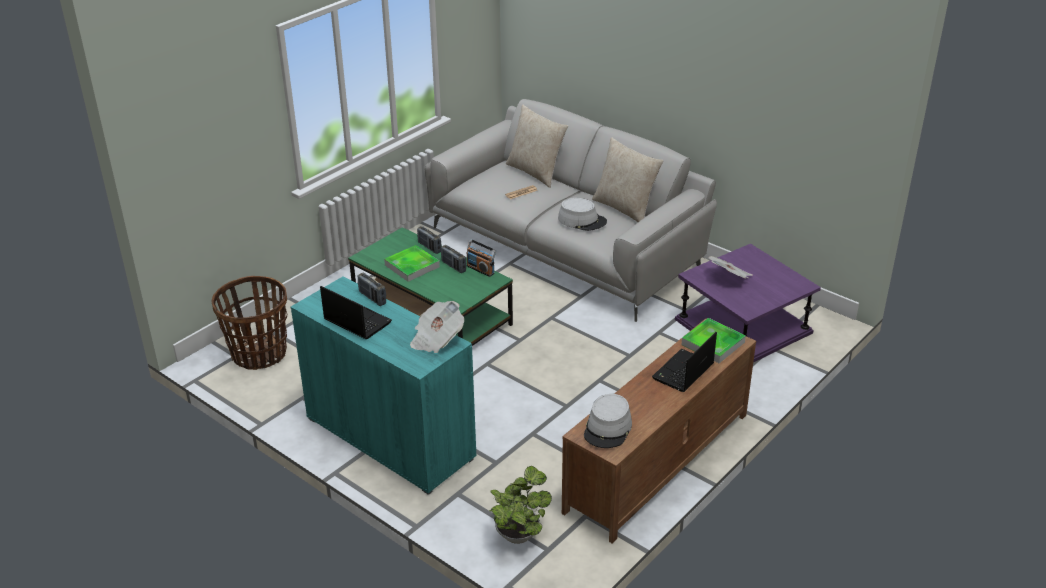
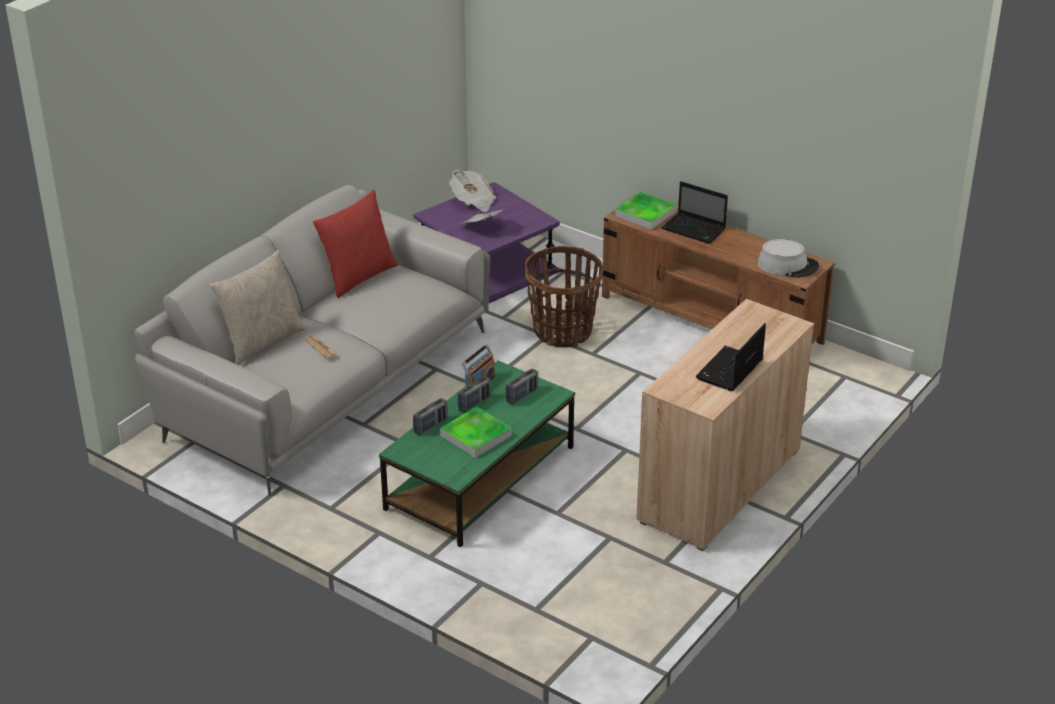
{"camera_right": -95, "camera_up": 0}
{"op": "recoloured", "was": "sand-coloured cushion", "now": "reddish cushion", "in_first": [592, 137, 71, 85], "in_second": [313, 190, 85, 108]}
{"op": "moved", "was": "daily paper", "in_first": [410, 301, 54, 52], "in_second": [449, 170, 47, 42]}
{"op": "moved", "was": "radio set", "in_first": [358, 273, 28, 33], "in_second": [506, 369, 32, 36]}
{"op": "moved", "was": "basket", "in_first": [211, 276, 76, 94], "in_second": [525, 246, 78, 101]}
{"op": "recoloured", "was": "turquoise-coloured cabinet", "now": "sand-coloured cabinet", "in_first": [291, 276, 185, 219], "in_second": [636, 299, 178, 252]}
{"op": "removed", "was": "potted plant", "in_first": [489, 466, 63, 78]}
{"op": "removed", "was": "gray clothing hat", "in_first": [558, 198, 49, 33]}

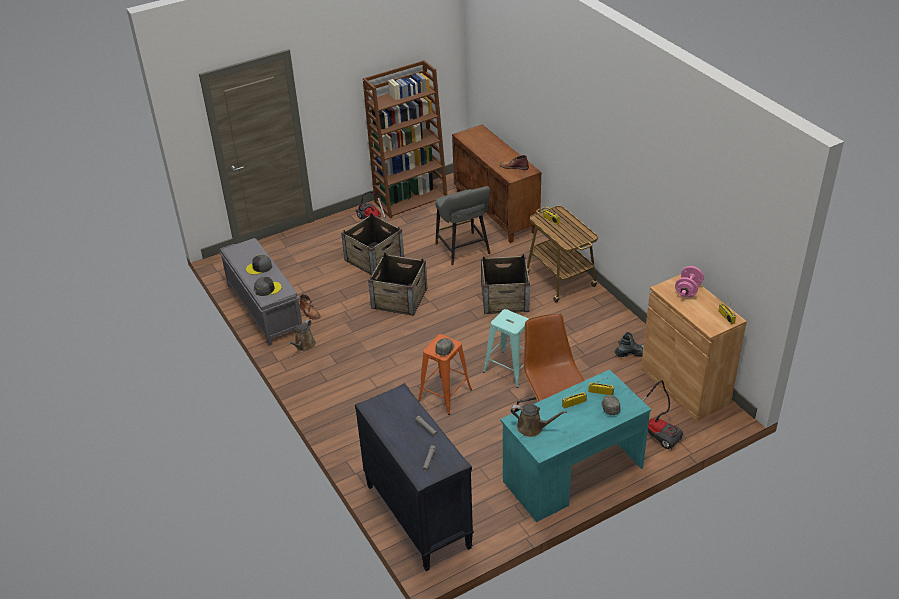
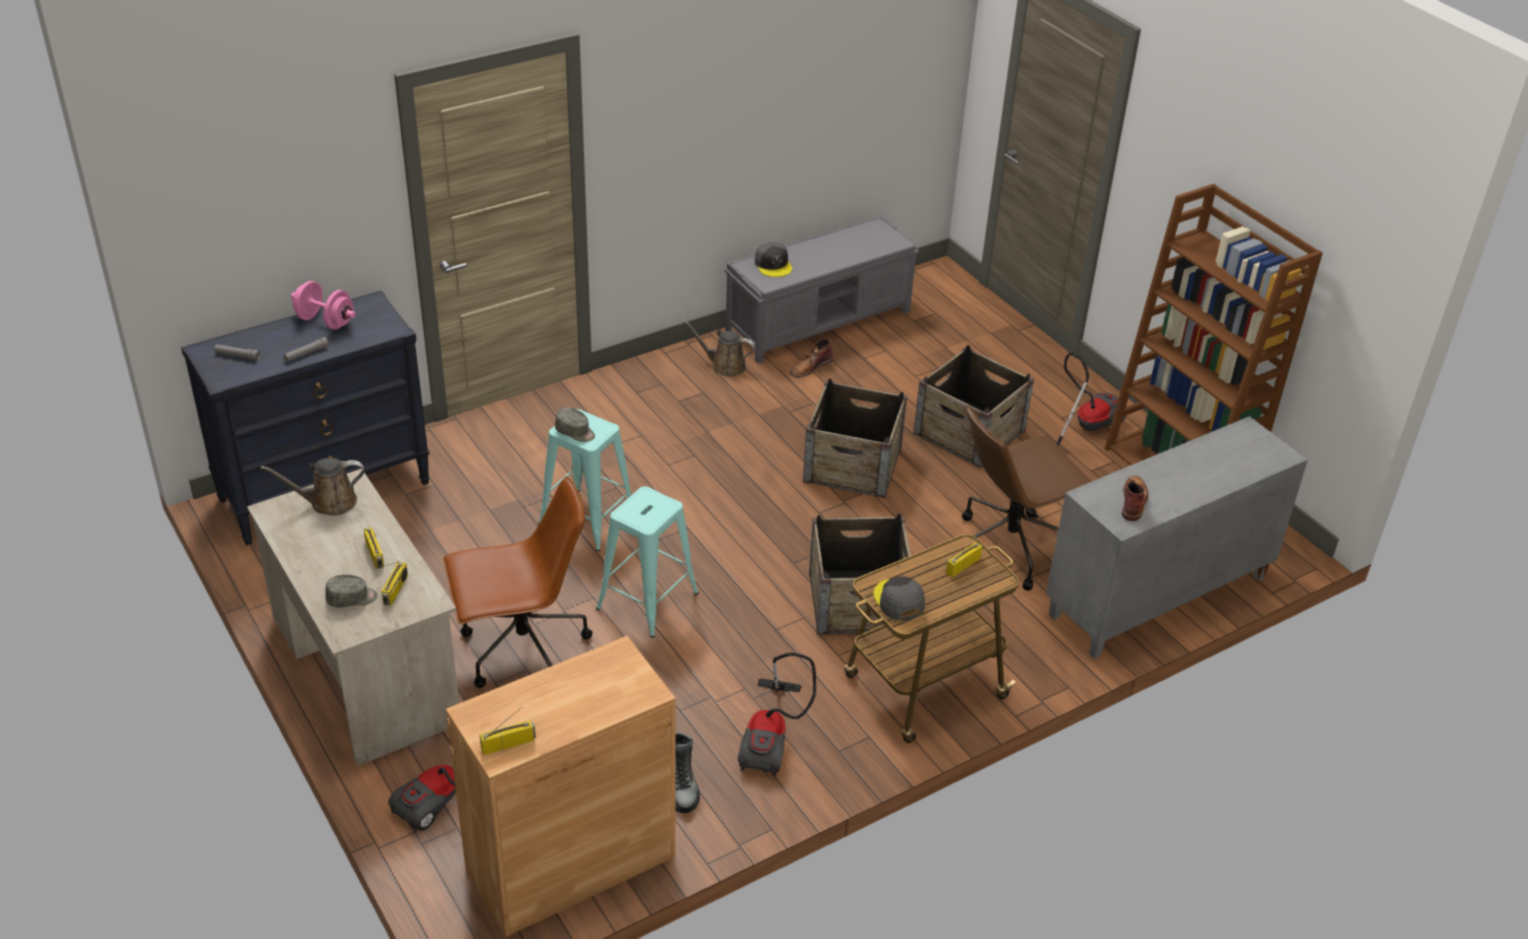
{"camera_right": 85, "camera_up": 0}
{"op": "recoloured", "was": "turquoise-coloured desk unit", "now": "sand-coloured desk unit", "in_first": [500, 369, 151, 153], "in_second": [247, 469, 212, 297]}
{"op": "turned", "was": "brown sprinkling can", "in_first": [510, 404, 57, 33], "in_second": [261, 458, 103, 58], "clockwise": 60}
{"op": "moved", "was": "pink-coloured free weight", "in_first": [675, 266, 29, 31], "in_second": [291, 281, 64, 49]}
{"op": "recoloured", "was": "orangey sitting stool", "now": "turquoise-coloured sitting stool", "in_first": [418, 334, 54, 81], "in_second": [538, 409, 93, 142]}
{"op": "added", "now": "vacuum", "in_second": [738, 652, 79, 123]}
{"op": "moved", "was": "gray peaked cap", "in_first": [246, 255, 26, 20], "in_second": [873, 576, 52, 45]}
{"op": "replaced", "was": "gray sitting stool", "now": "brown desk chair", "in_first": [435, 186, 56, 80], "in_second": [962, 406, 130, 185]}
{"op": "recoloured", "was": "brown cabinet", "now": "gray cabinet", "in_first": [452, 125, 89, 118], "in_second": [1046, 416, 262, 243]}

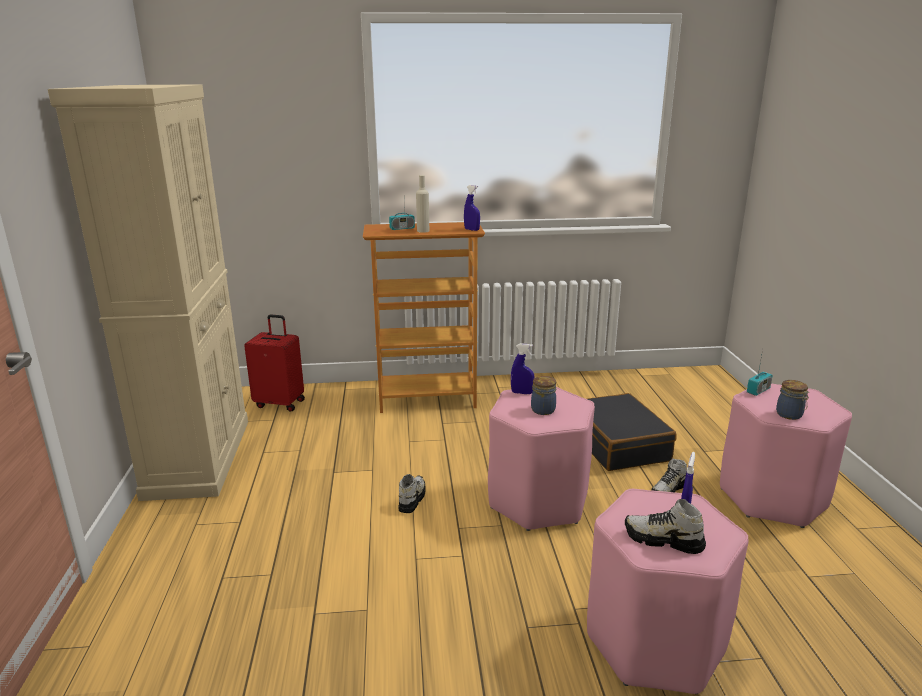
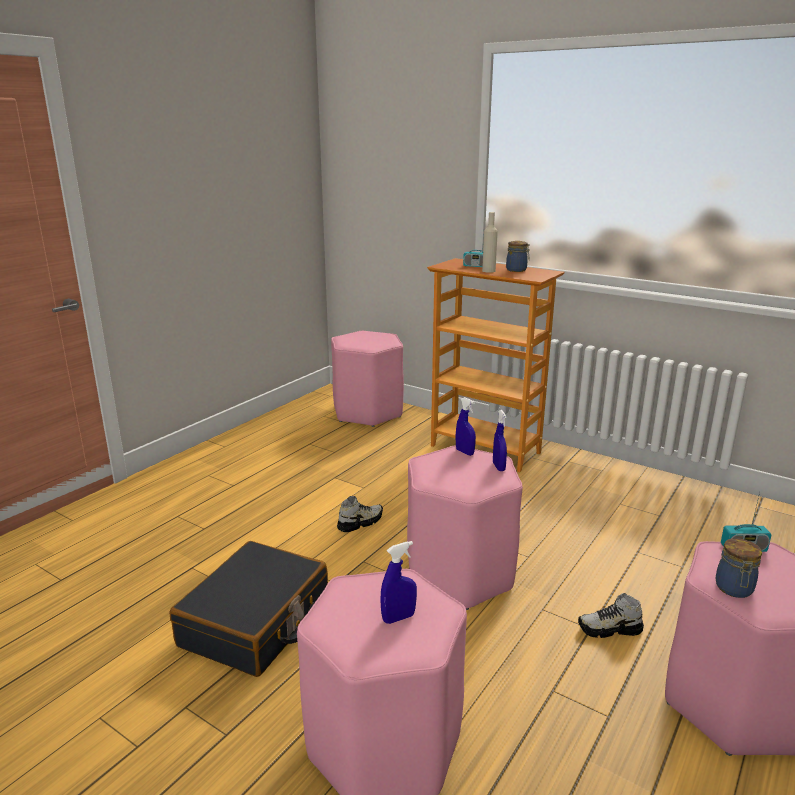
{"camera_right": 40, "camera_up": 0}
{"op": "moved", "was": "black suitcase", "in_first": [588, 393, 88, 78], "in_second": [170, 541, 158, 136]}
{"op": "replaced", "was": "reddish suitcase", "now": "pink-coloured sitting stool", "in_first": [244, 314, 61, 98], "in_second": [331, 331, 73, 96]}
{"op": "moved", "was": "blue-coloured sprayer", "in_first": [464, 185, 16, 46], "in_second": [493, 410, 14, 61]}
{"op": "moved", "was": "storage jar", "in_first": [531, 376, 25, 39], "in_second": [506, 241, 24, 31]}
{"op": "removed", "was": "sand-coloured cabinet", "in_first": [48, 84, 200, 417]}
{"op": "removed", "was": "item of footwear", "in_first": [625, 499, 81, 55]}

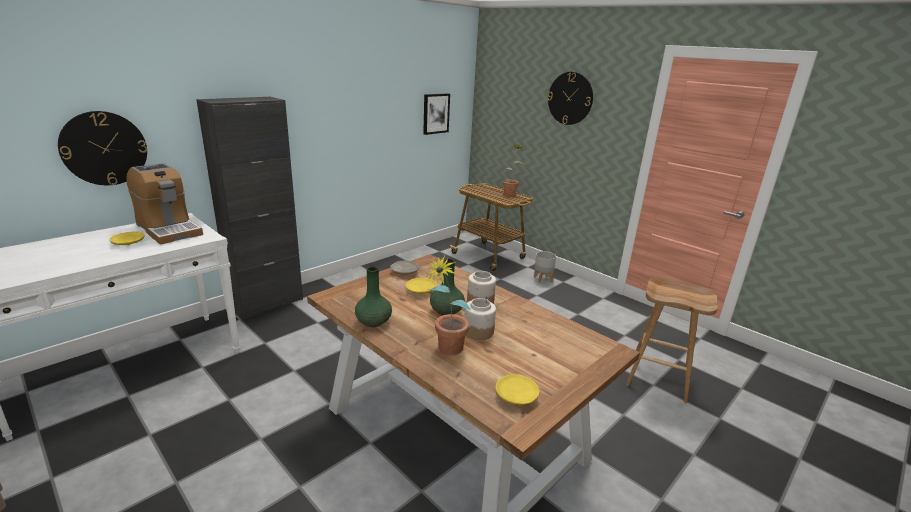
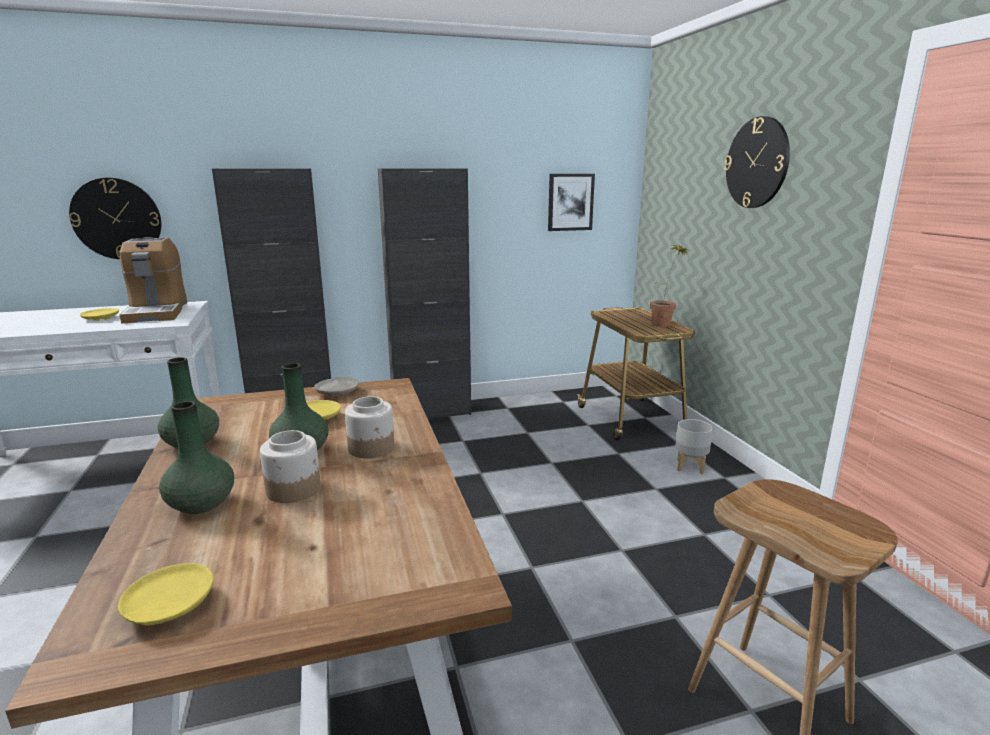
{"camera_right": 30, "camera_up": -5}
{"op": "replaced", "was": "potted plant", "now": "green-coloured decorative vase", "in_first": [427, 255, 44, 100], "in_second": [159, 401, 75, 113]}
{"op": "added", "now": "black cabinet", "in_second": [378, 169, 93, 250]}

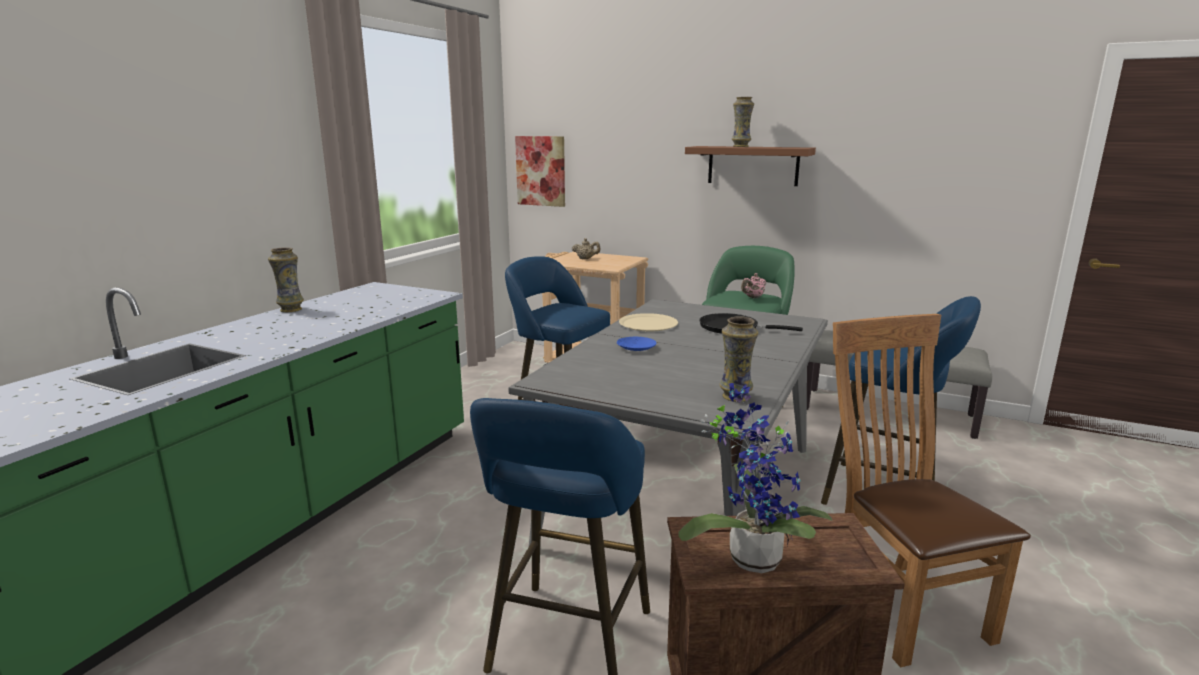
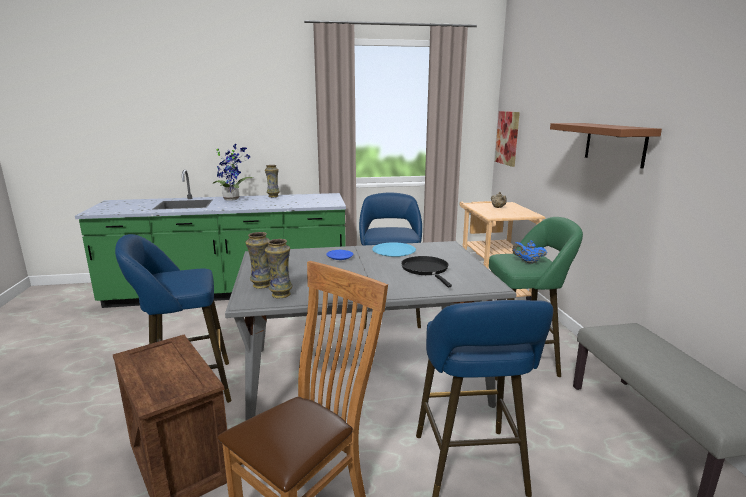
{"camera_right": 55, "camera_up": 0}
{"op": "moved", "was": "potted plant", "in_first": [678, 383, 154, 190], "in_second": [213, 144, 40, 57]}
{"op": "moved", "was": "decorative vase", "in_first": [732, 97, 22, 50], "in_second": [246, 232, 25, 57]}
{"op": "recoloured", "was": "sand-coloured plate", "now": "blue-coloured plate", "in_first": [619, 313, 59, 18], "in_second": [372, 242, 44, 15]}
{"op": "recoloured", "was": "pink-coloured pot for tea", "now": "blue-coloured pot for tea", "in_first": [741, 273, 25, 25], "in_second": [512, 240, 35, 24]}

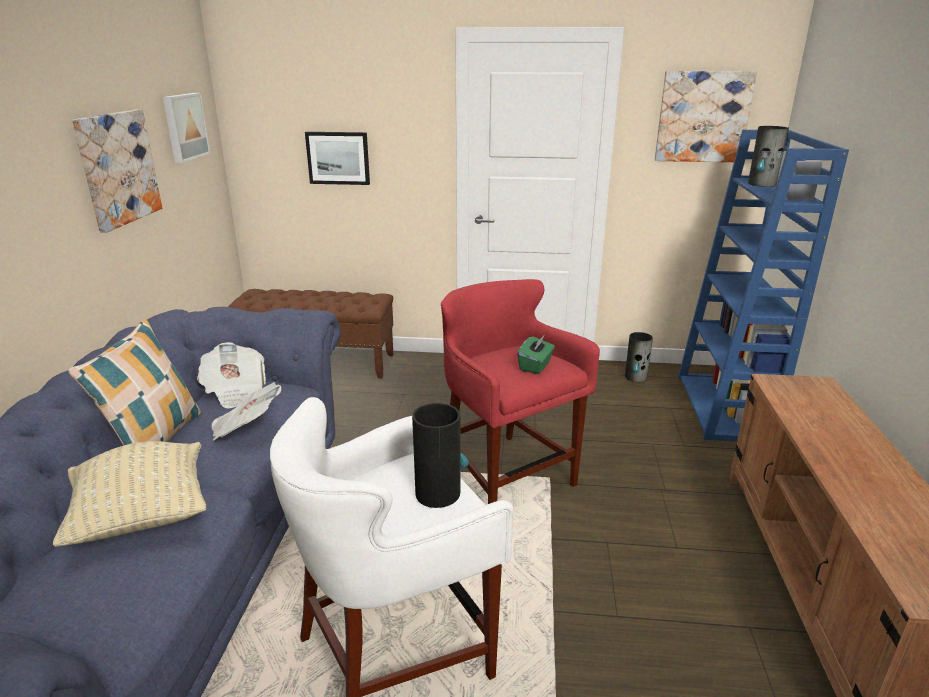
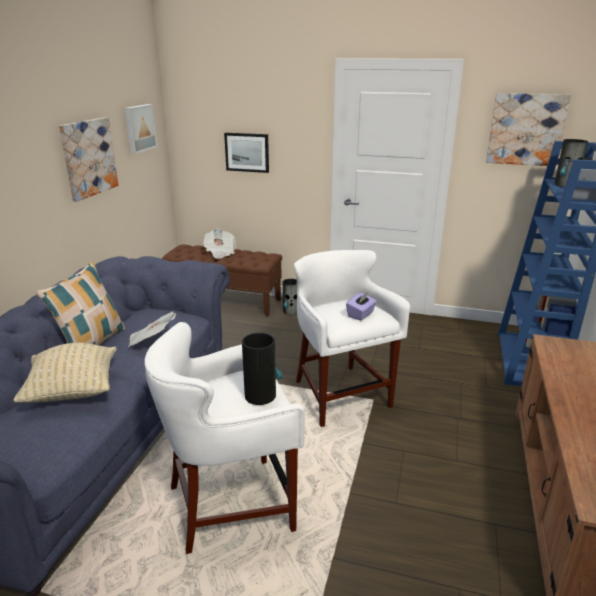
{"camera_right": 10, "camera_up": 0}
{"op": "moved", "was": "daily paper", "in_first": [197, 342, 69, 67], "in_second": [203, 229, 32, 30]}
{"op": "moved", "was": "decorative vase", "in_first": [625, 332, 28, 50], "in_second": [283, 279, 14, 36]}
{"op": "recoloured", "was": "reddish sitting stool", "now": "white sitting stool", "in_first": [441, 279, 159, 225], "in_second": [294, 250, 116, 177]}
{"op": "recoloured", "was": "green-coloured tissue holder", "now": "purple tissue holder", "in_first": [517, 335, 38, 39], "in_second": [346, 292, 31, 28]}

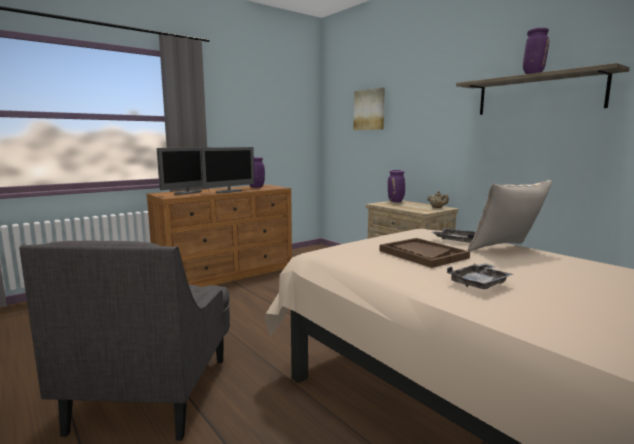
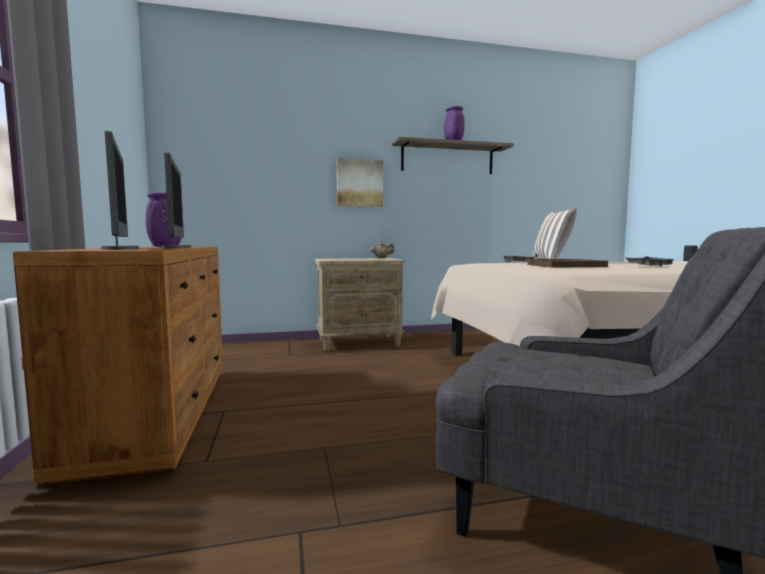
{"camera_right": -65, "camera_up": -5}
{"op": "moved", "was": "wall art", "in_first": [353, 87, 32, 43], "in_second": [337, 158, 46, 49]}
{"op": "removed", "was": "purple decorative vase", "in_first": [388, 170, 17, 32]}

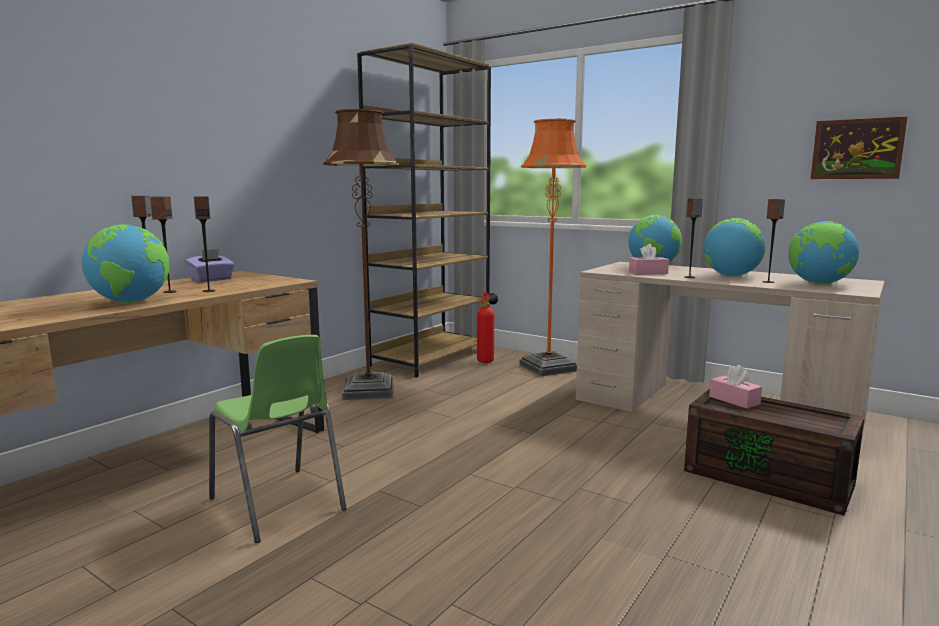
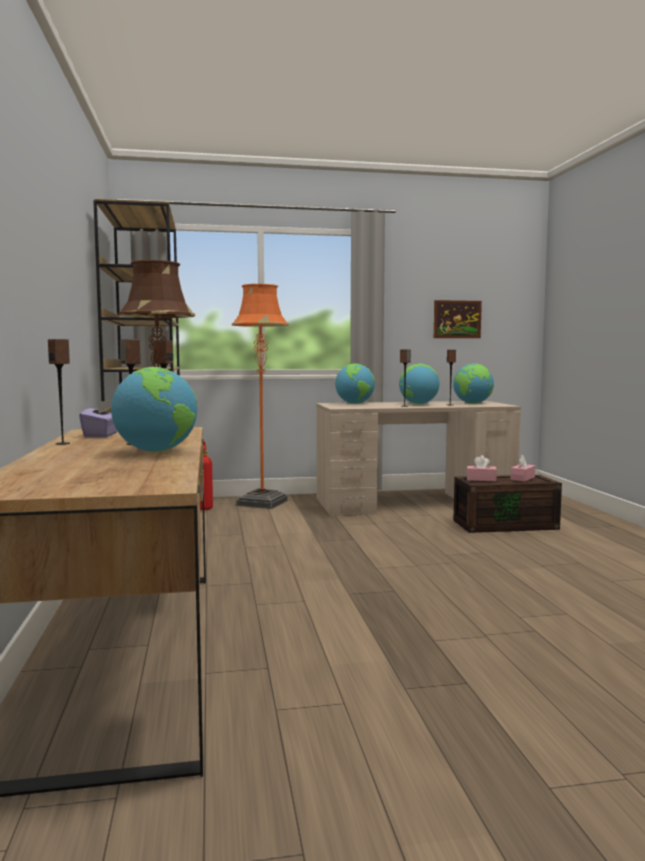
{"camera_right": -45, "camera_up": -5}
{"op": "moved", "was": "pink-coloured tissue holder", "in_first": [629, 244, 40, 31], "in_second": [511, 455, 24, 27]}
{"op": "removed", "was": "green-coloured plain chair", "in_first": [209, 335, 138, 208]}

